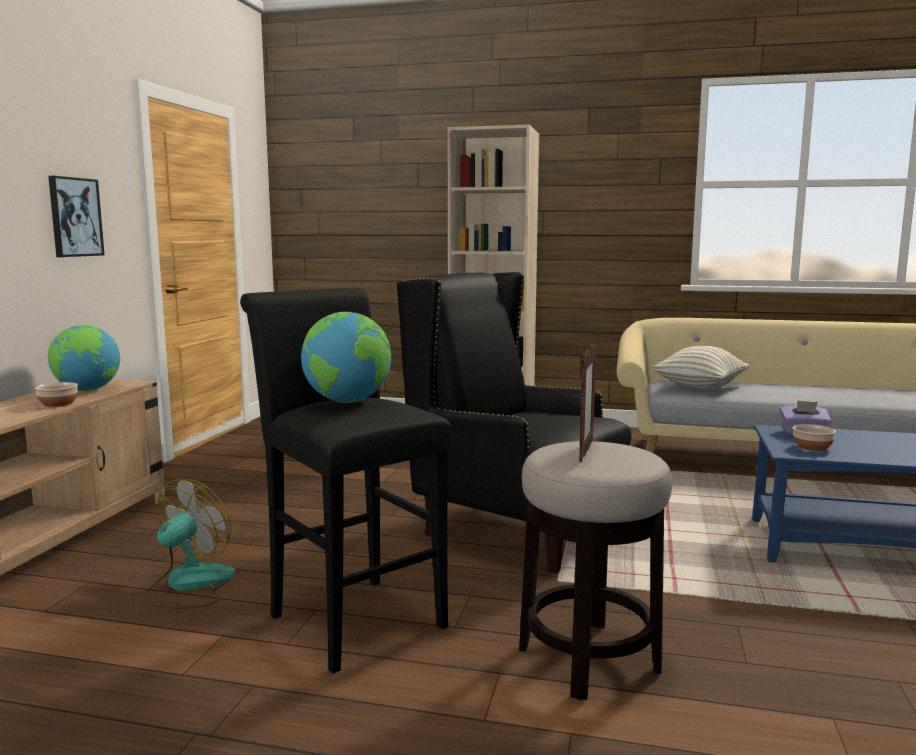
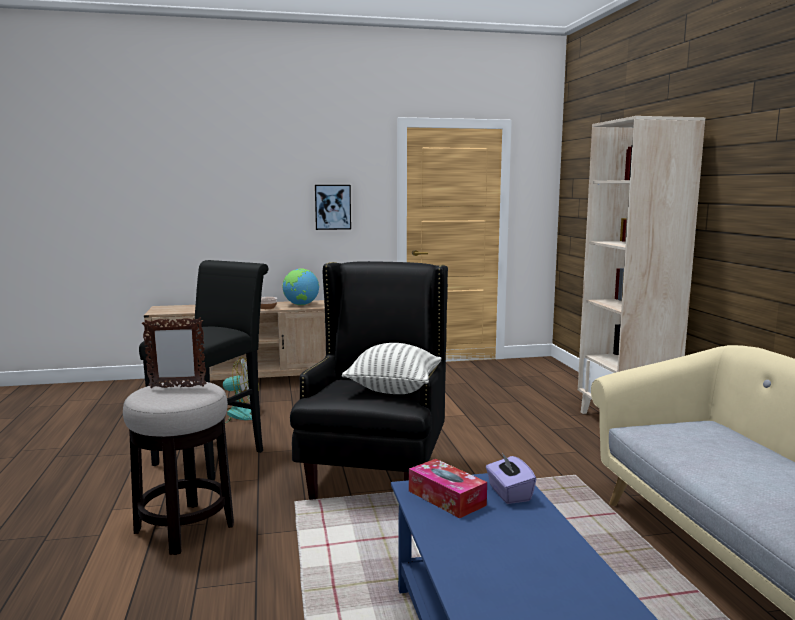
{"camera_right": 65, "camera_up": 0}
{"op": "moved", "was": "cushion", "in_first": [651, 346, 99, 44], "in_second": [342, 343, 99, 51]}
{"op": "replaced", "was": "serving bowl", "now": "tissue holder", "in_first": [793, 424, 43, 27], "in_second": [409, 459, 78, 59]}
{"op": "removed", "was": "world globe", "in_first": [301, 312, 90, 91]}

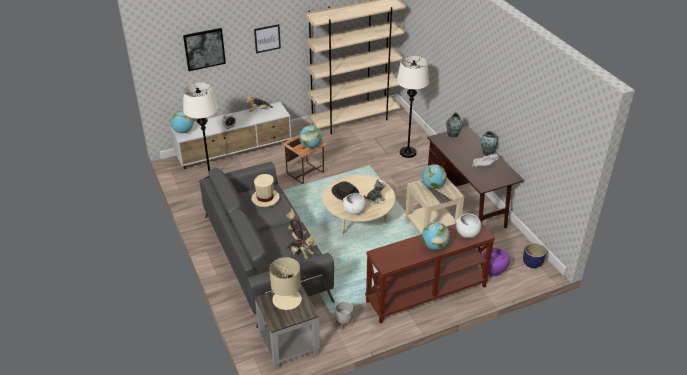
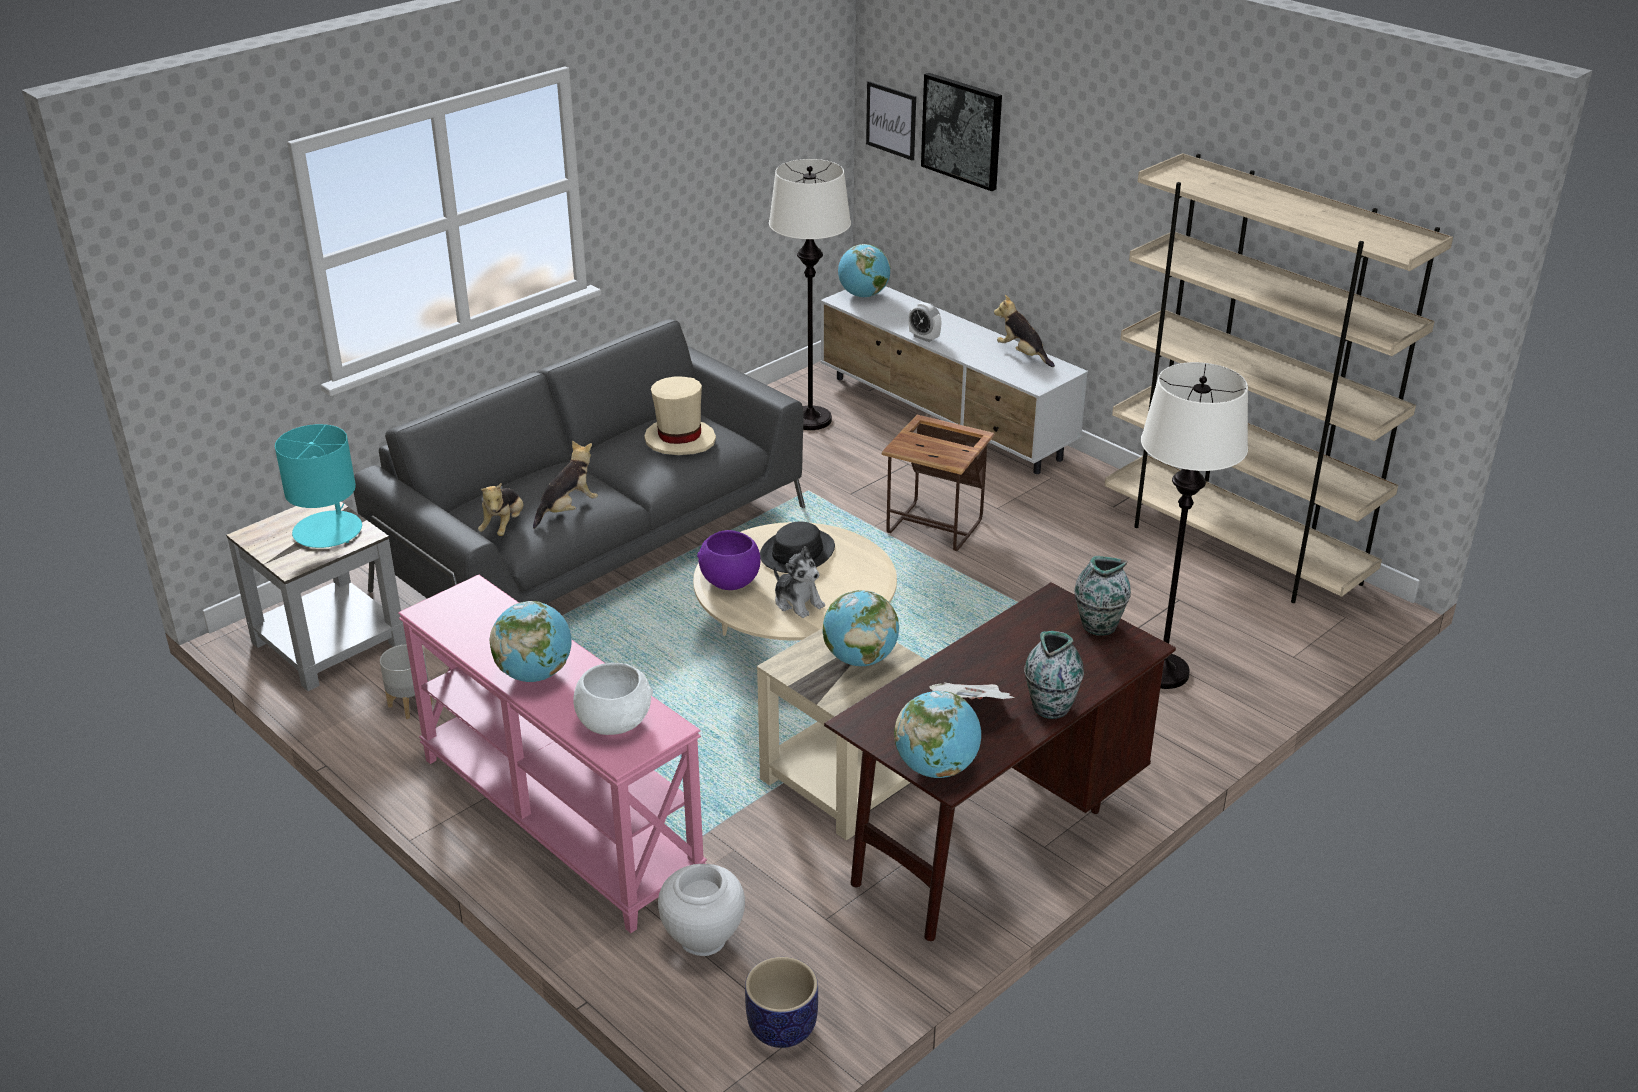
{"camera_right": 70, "camera_up": -5}
{"op": "recoloured", "was": "sand-coloured tabletop lamp", "now": "turquoise-coloured tabletop lamp", "in_first": [270, 257, 32, 53], "in_second": [275, 424, 87, 124]}
{"op": "recoloured", "was": "brown narrow table", "now": "pink-coloured narrow table", "in_first": [365, 223, 130, 101], "in_second": [398, 574, 309, 359]}
{"op": "recoloured", "was": "purple decorative vase", "now": "white decorative vase", "in_first": [482, 248, 28, 29], "in_second": [658, 864, 87, 92]}
{"op": "recoloured", "was": "white serving bowl", "now": "purple serving bowl", "in_first": [343, 193, 23, 22], "in_second": [697, 530, 64, 60]}
{"op": "moved", "was": "wall art", "in_first": [254, 24, 27, 29], "in_second": [866, 81, 50, 80]}
{"op": "moved", "was": "world globe", "in_first": [299, 125, 23, 23], "in_second": [894, 691, 87, 87]}

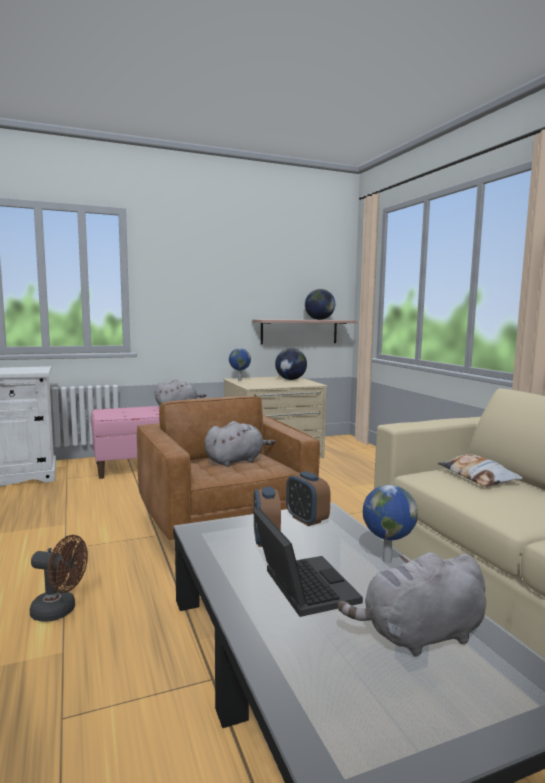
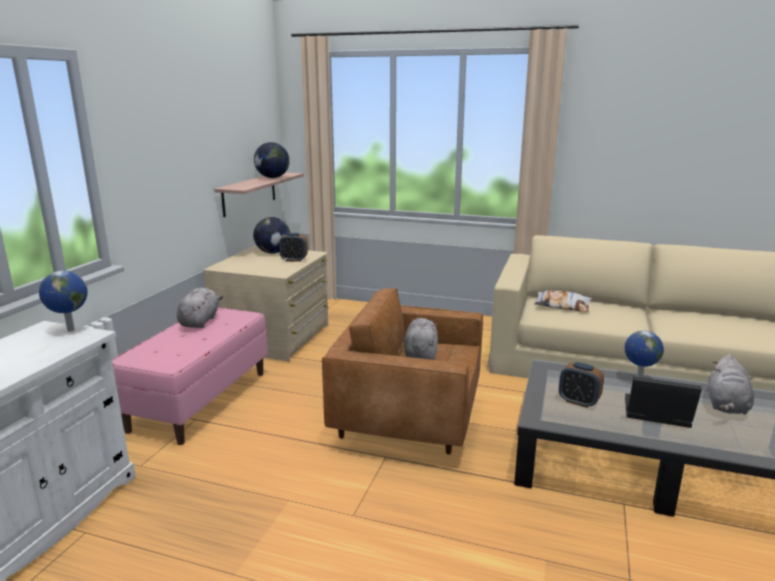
{"camera_right": -50, "camera_up": 10}
{"op": "moved", "was": "world globe", "in_first": [229, 348, 22, 33], "in_second": [39, 271, 49, 61]}
{"op": "moved", "was": "table clock", "in_first": [286, 471, 45, 55], "in_second": [279, 233, 29, 29]}
{"op": "removed", "was": "brown electric fan", "in_first": [30, 535, 58, 87]}

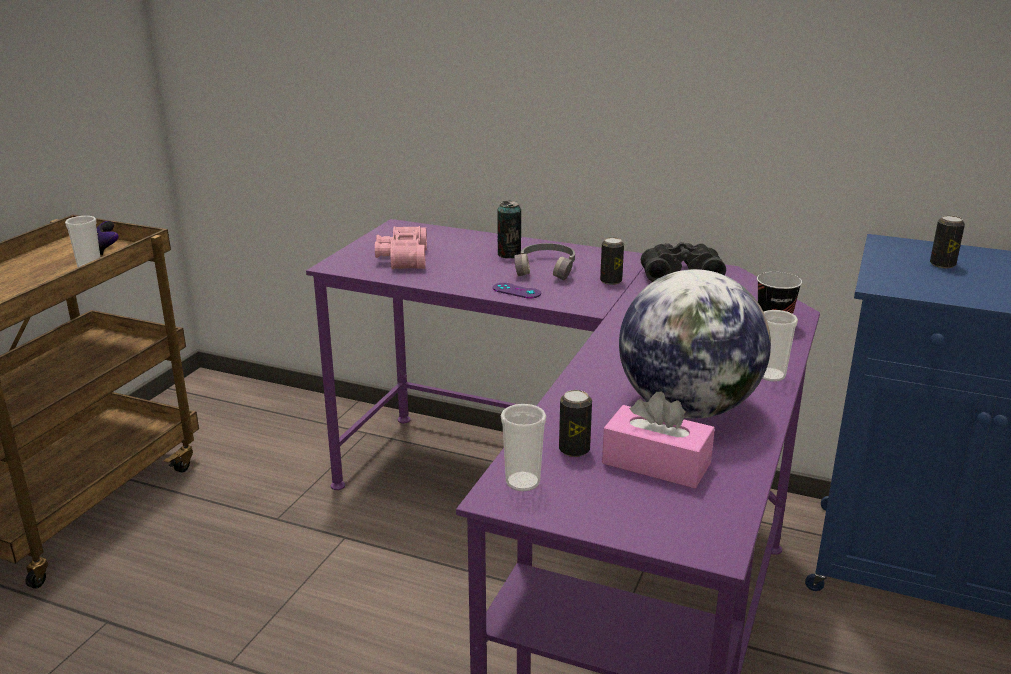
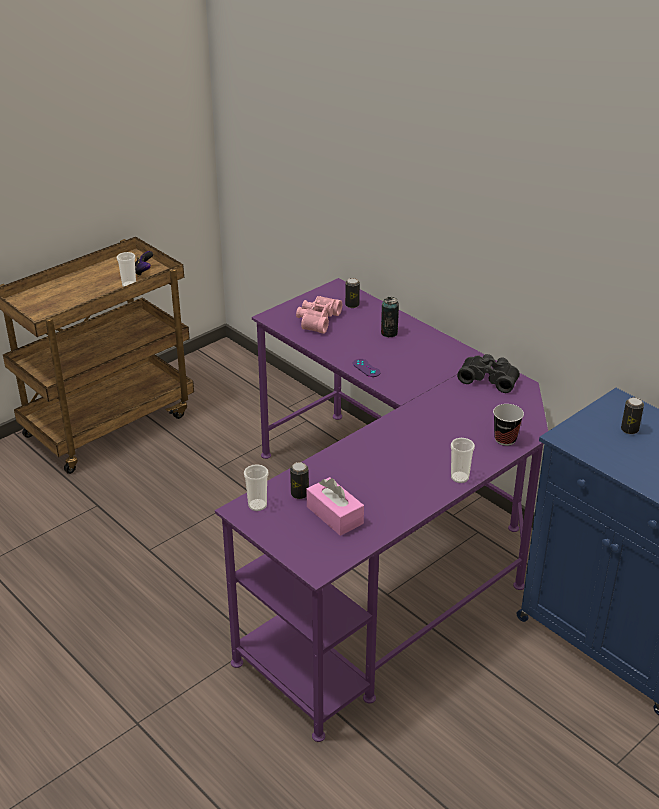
{"camera_right": 25, "camera_up": 10}
{"op": "moved", "was": "metal can", "in_first": [600, 237, 24, 48], "in_second": [345, 278, 15, 30]}
{"op": "removed", "was": "gray pair of headphones", "in_first": [514, 243, 61, 37]}
{"op": "removed", "was": "world globe", "in_first": [619, 269, 152, 149]}

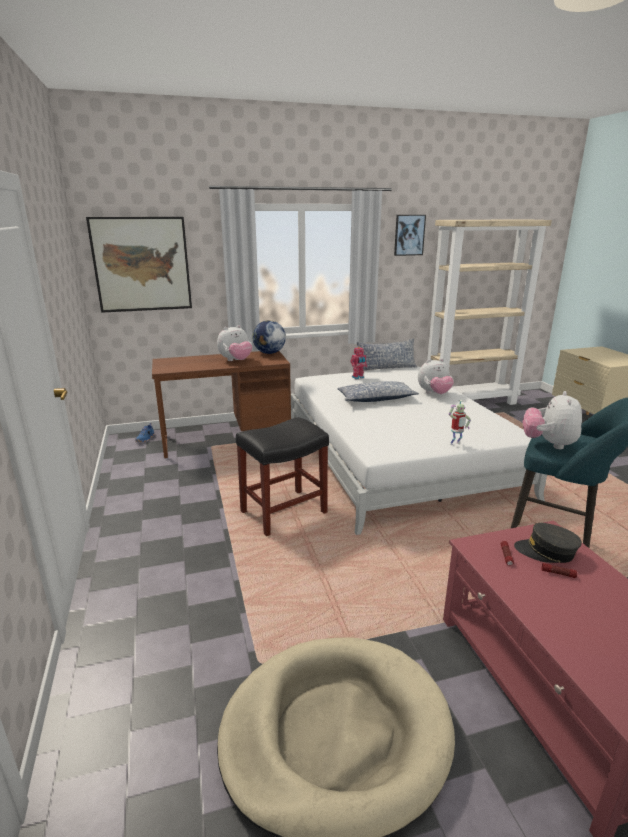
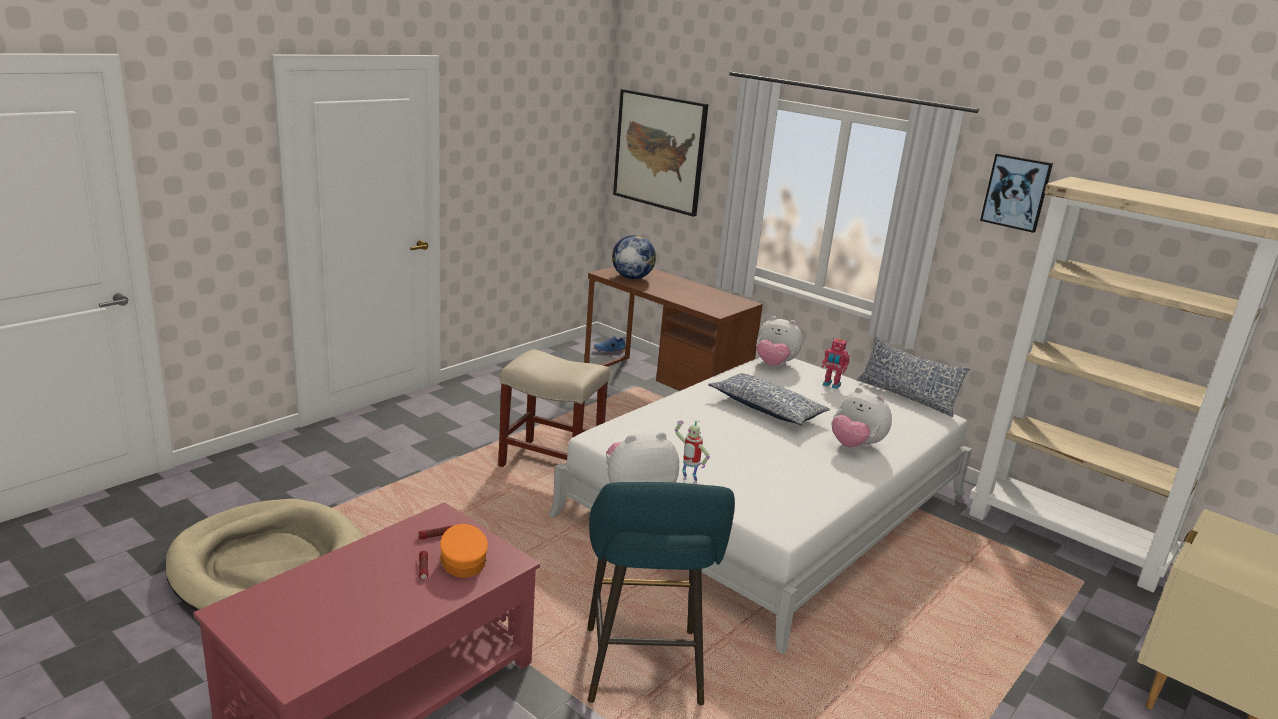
{"camera_right": 55, "camera_up": 0}
{"op": "recoloured", "was": "gray peaked cap", "now": "orangey peaked cap", "in_first": [514, 523, 68, 40], "in_second": [440, 524, 48, 54]}
{"op": "recoloured", "was": "black sitting stool", "now": "sand-coloured sitting stool", "in_first": [236, 417, 93, 119], "in_second": [498, 349, 112, 118]}
{"op": "moved", "was": "world globe", "in_first": [252, 320, 34, 34], "in_second": [612, 235, 44, 44]}
{"op": "moved", "was": "soft toy", "in_first": [217, 325, 35, 36], "in_second": [756, 316, 47, 50]}

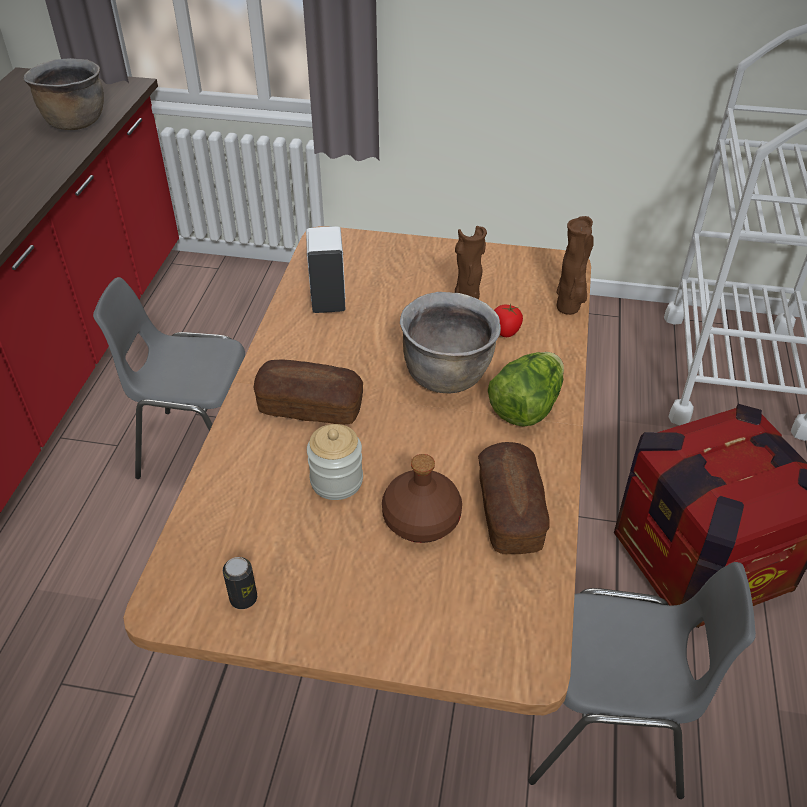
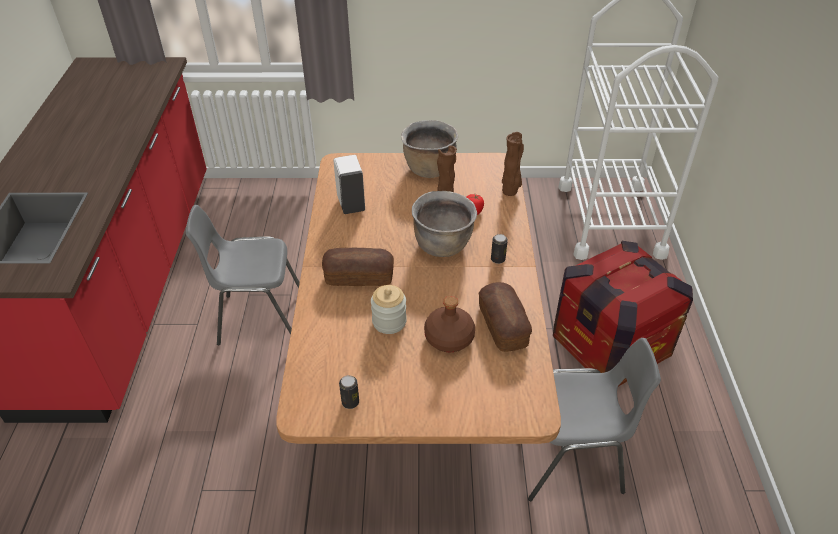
{"camera_right": -10, "camera_up": 0}
{"op": "moved", "was": "brown saucepot", "in_first": [23, 58, 81, 72], "in_second": [401, 120, 57, 58]}
{"op": "replaced", "was": "lettuce", "now": "metal can", "in_first": [488, 352, 76, 74], "in_second": [491, 234, 17, 30]}

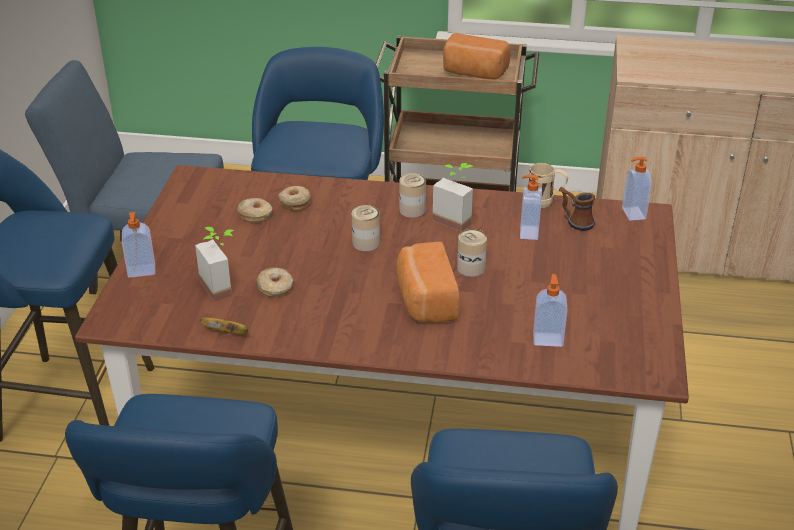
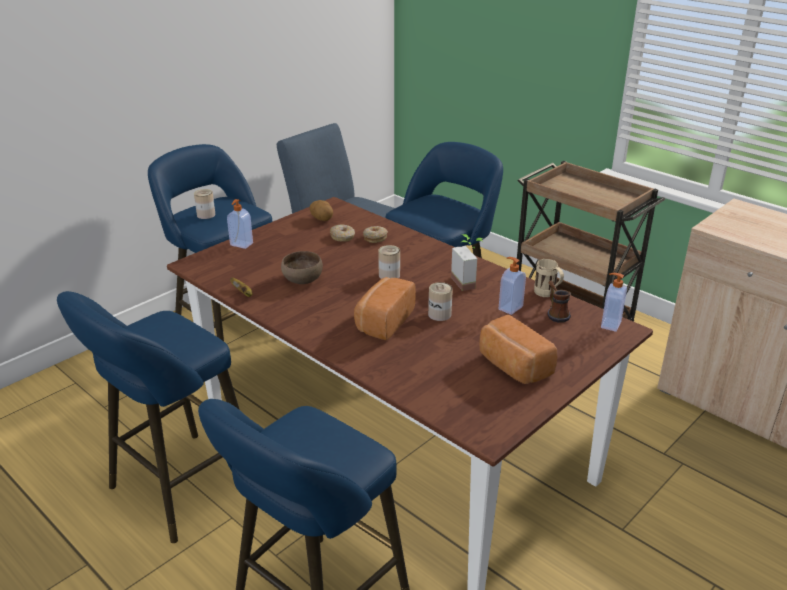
{"camera_right": 35, "camera_up": -5}
{"op": "moved", "was": "metal can", "in_first": [399, 173, 27, 45], "in_second": [194, 189, 22, 30]}
{"op": "replaced", "was": "doughnut", "now": "brown serving bowl", "in_first": [257, 268, 36, 29], "in_second": [281, 251, 42, 33]}
{"op": "added", "now": "spud", "in_second": [310, 200, 23, 21]}
{"op": "moved", "was": "baked bread", "in_first": [443, 33, 68, 47], "in_second": [479, 315, 78, 69]}
{"op": "removed", "was": "potted plant", "in_first": [195, 227, 39, 74]}
{"op": "removed", "was": "soap bottle", "in_first": [533, 274, 34, 73]}

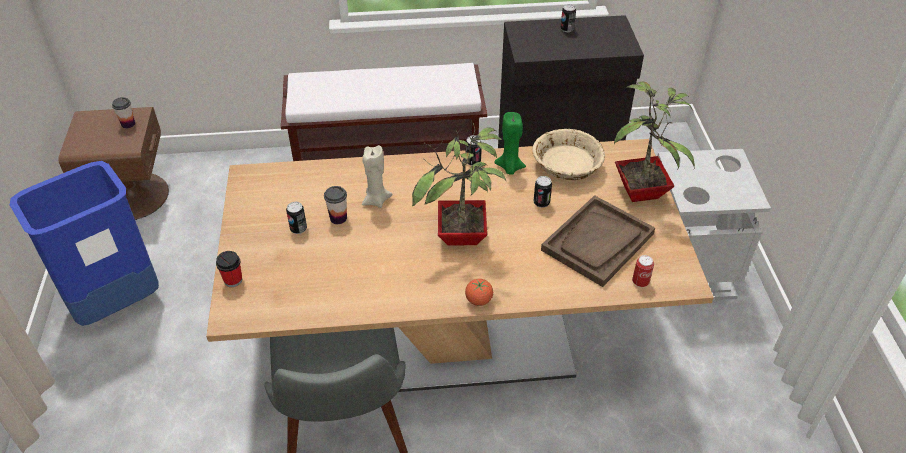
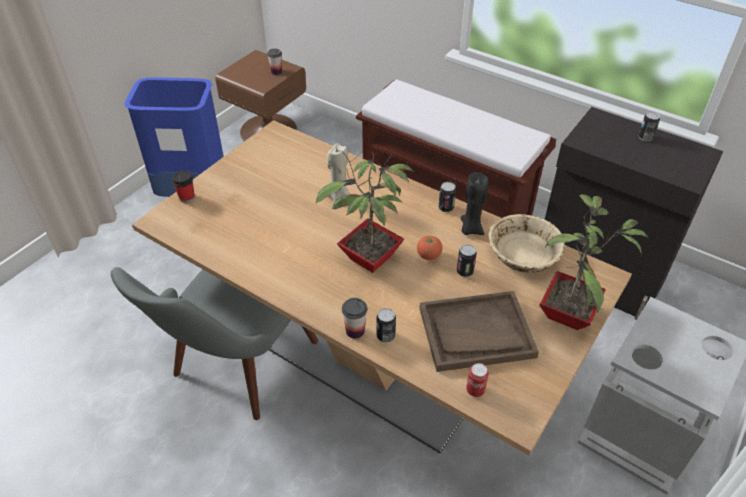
{"camera_right": 40, "camera_up": 0}
{"op": "moved", "was": "small cup", "in_first": [324, 186, 23, 38], "in_second": [342, 298, 25, 41]}
{"op": "moved", "was": "metal can", "in_first": [286, 202, 21, 32], "in_second": [376, 308, 20, 35]}
{"op": "moved", "was": "tomato", "in_first": [465, 279, 28, 27], "in_second": [417, 236, 26, 24]}
{"op": "recoloured", "was": "green-coloured candle", "now": "black candle", "in_first": [494, 112, 32, 63], "in_second": [461, 172, 27, 63]}

